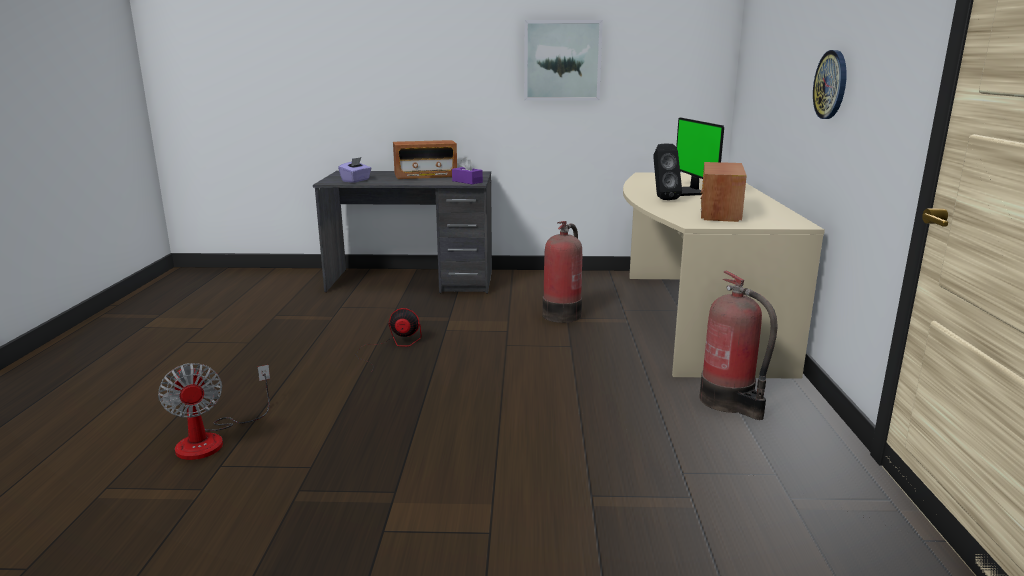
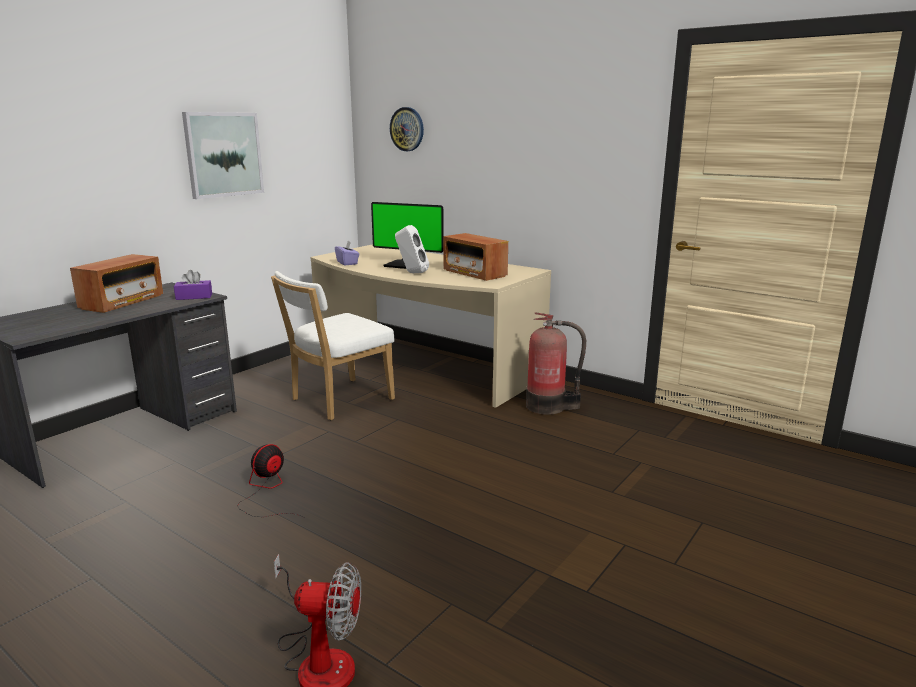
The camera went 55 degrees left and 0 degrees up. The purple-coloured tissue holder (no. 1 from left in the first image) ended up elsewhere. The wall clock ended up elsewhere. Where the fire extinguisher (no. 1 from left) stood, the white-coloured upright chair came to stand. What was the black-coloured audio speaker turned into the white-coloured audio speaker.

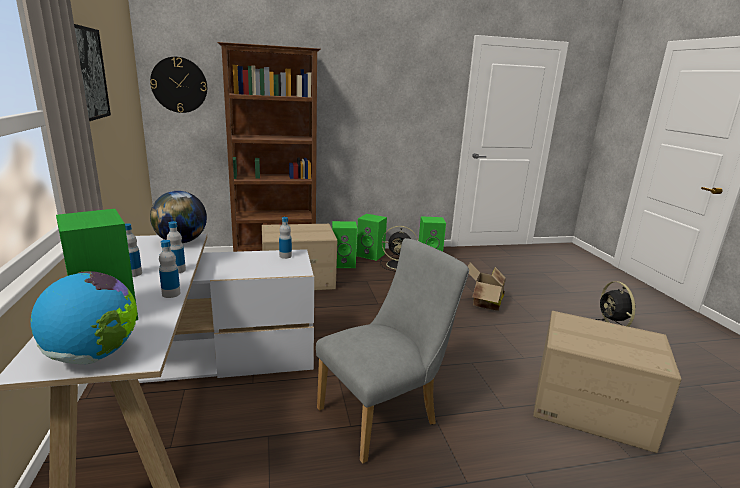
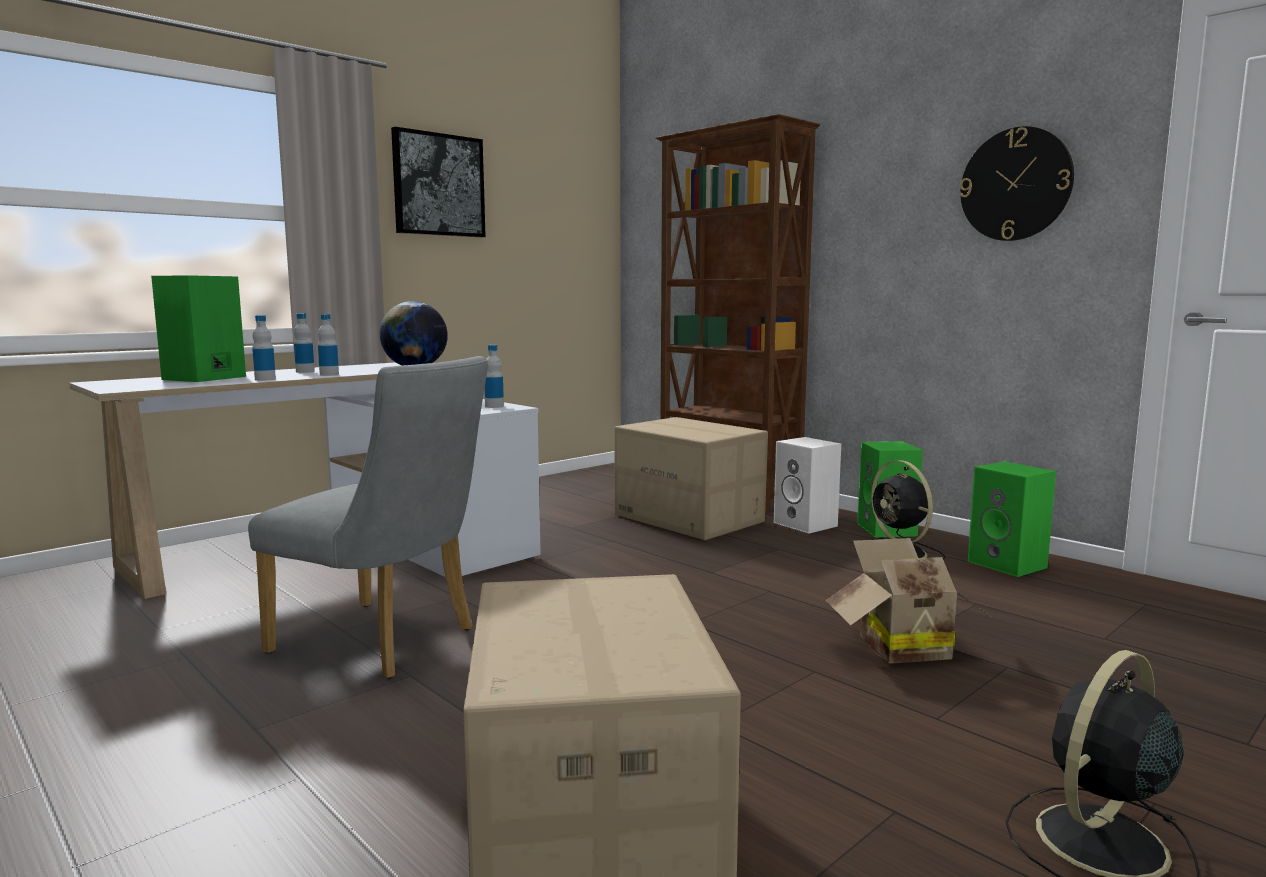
The camera went 60 degrees right and 10 degrees down. The second view lost the desk globe (no. 1 from left). The wall clock ended up elsewhere. What was the greenish audio speaker (no. 2 from left) turned into the white-coloured audio speaker.

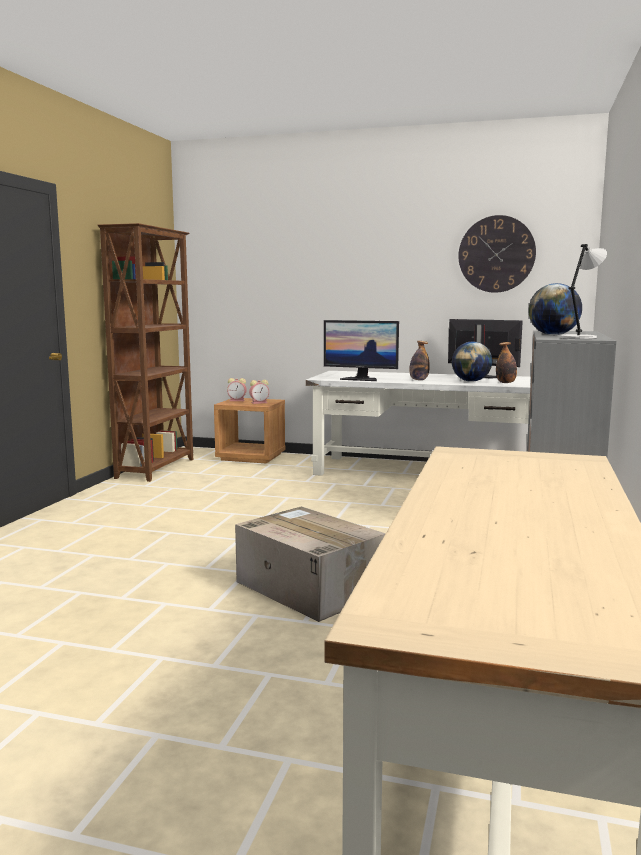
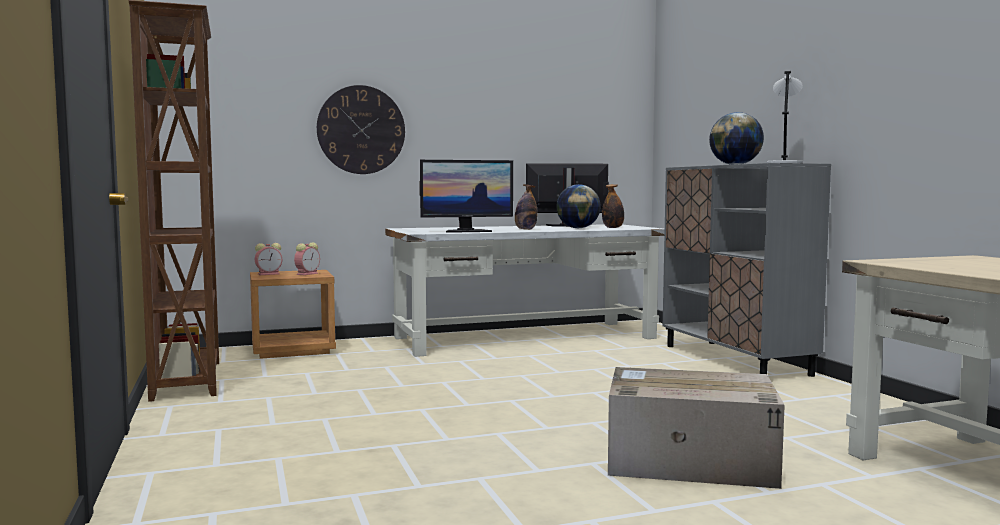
The camera went 35 degrees left and 5 degrees down. The wall clock ended up elsewhere.

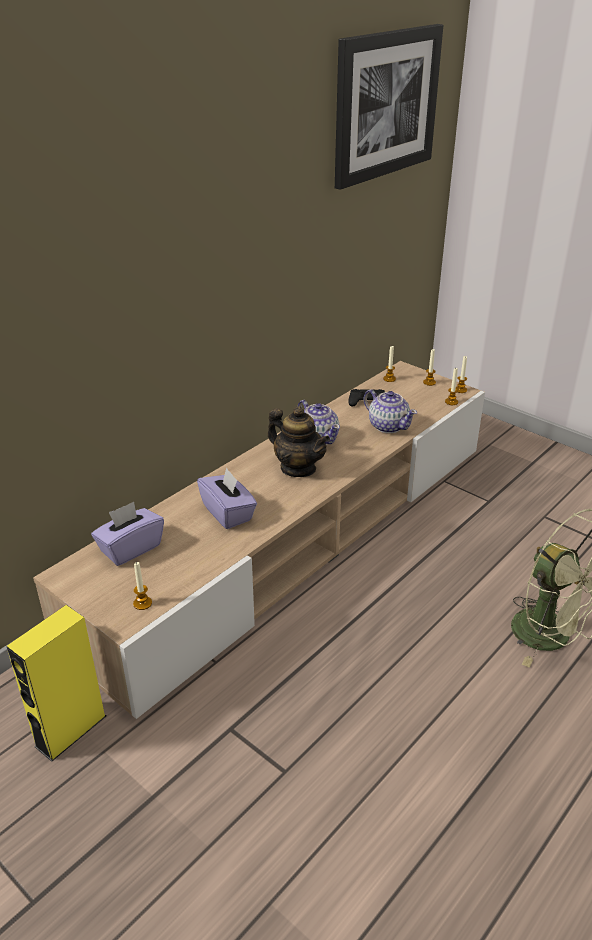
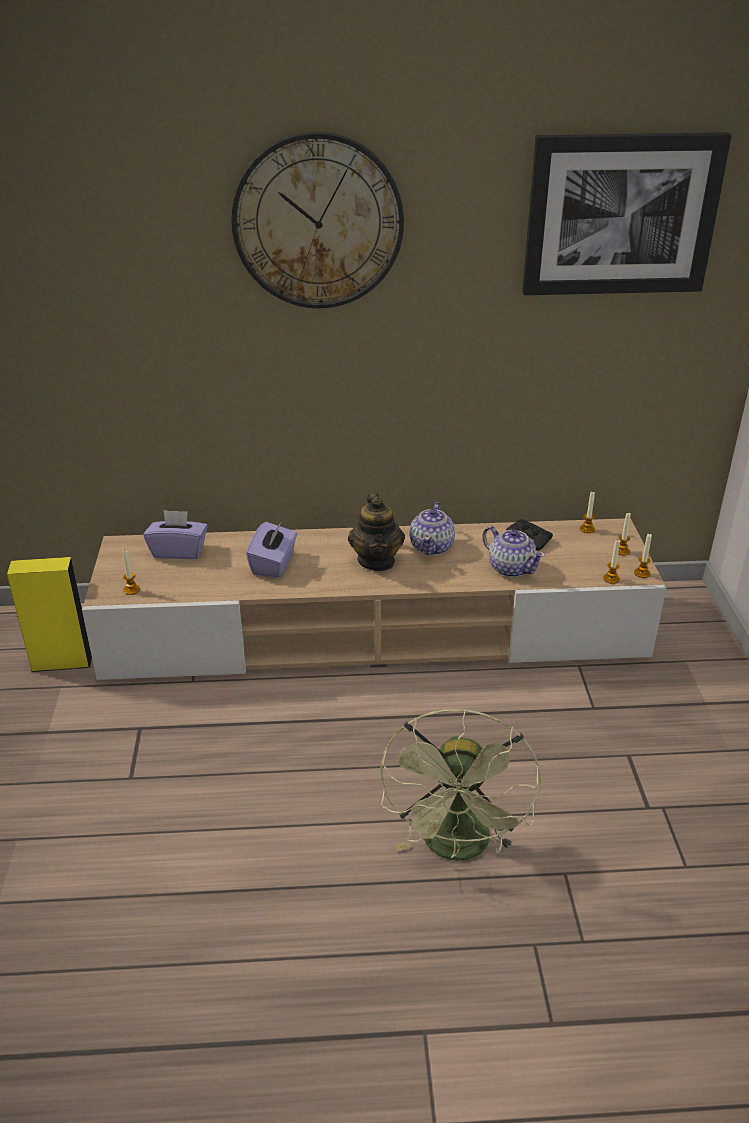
The camera went 45 degrees right and 0 degrees up. The second view gained the wall clock. The tea pot (no. 3 from left) ended up facing another way, 45 degrees counterclockwise from before.

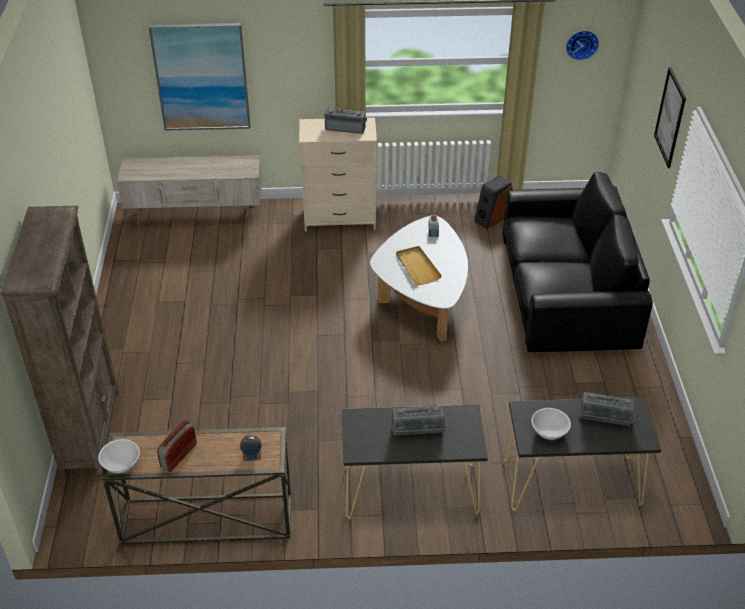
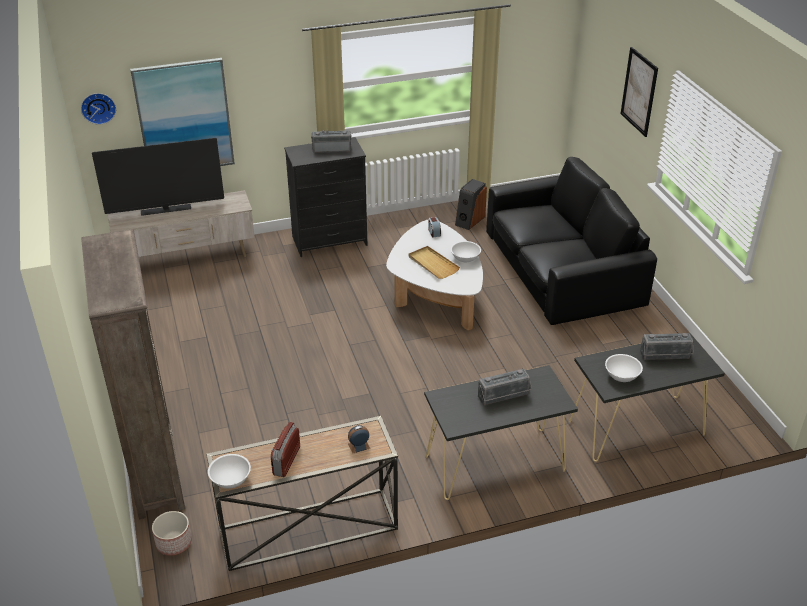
The camera went 15 degrees left and 5 degrees down. The second view gained the TV. The second view gained the plant pot. The second view gained the white-coloured serving bowl (no. 2 from left). The wall clock ended up elsewhere. What was the sand-coloured drawer chest turned into the black-coloured drawer chest.

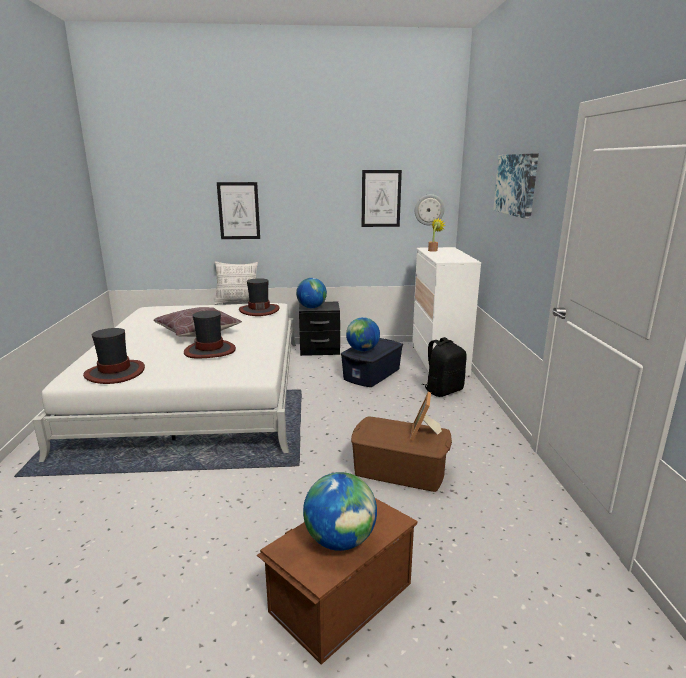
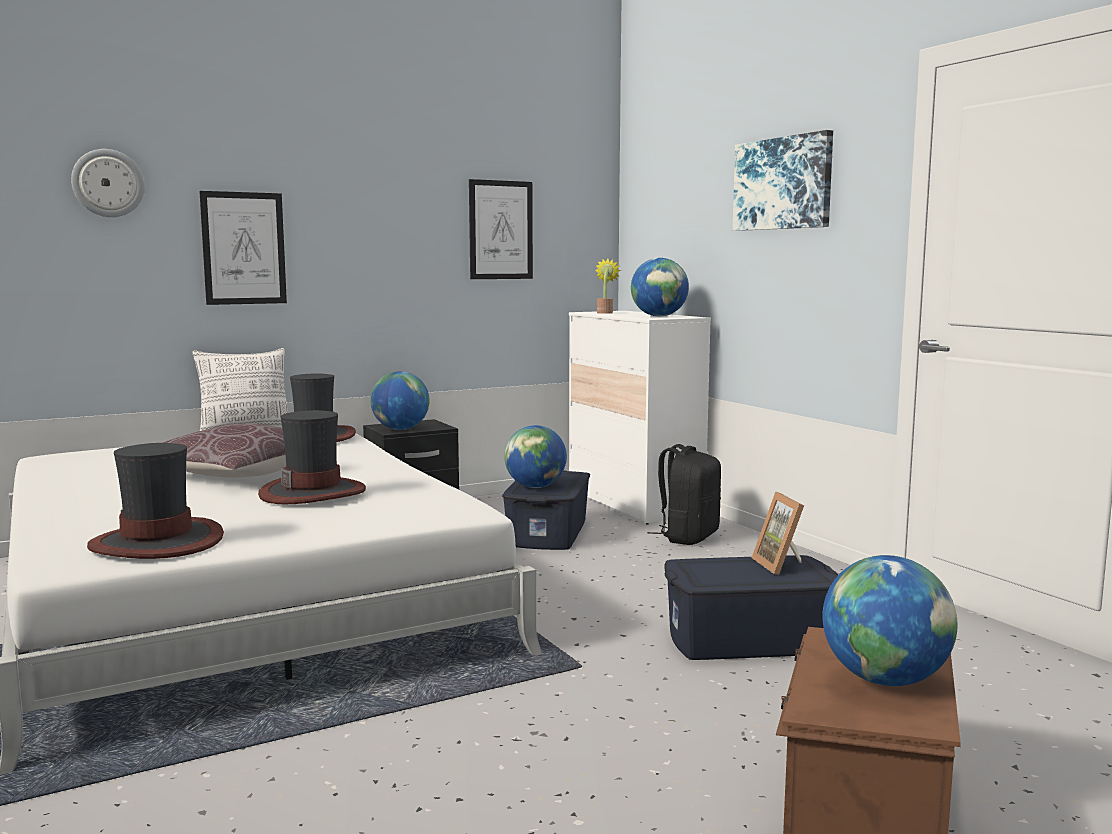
The camera went 25 degrees left and 10 degrees down. The second view gained the desk globe (no. 3 from left). The wall clock ended up elsewhere. What was the brownish storage container (no. 2 from left) turned into the bluish storage container (no. 2 from left).

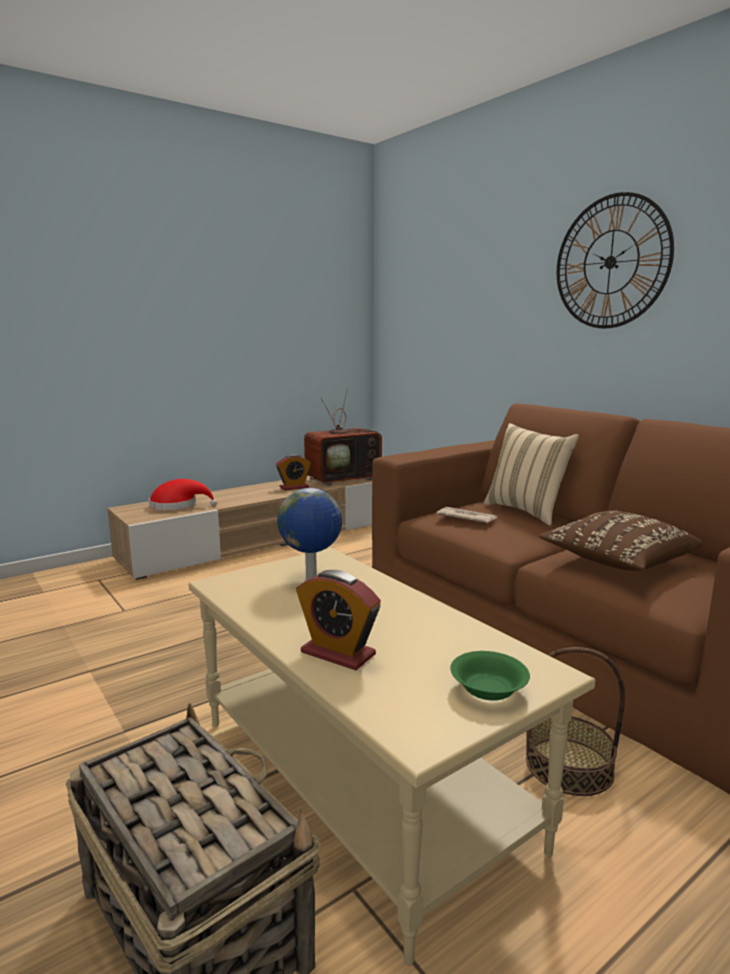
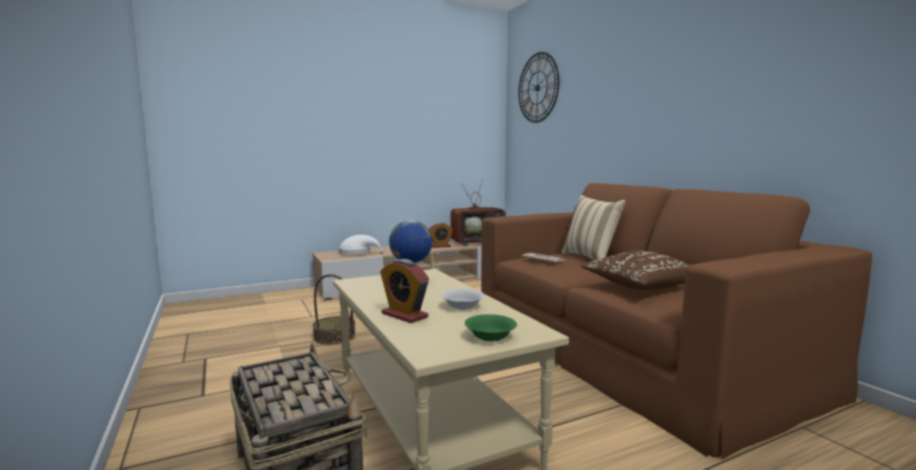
The camera went 10 degrees right and 5 degrees down. The second view gained the white-coloured serving bowl. The storage basket (no. 2 from left) ended up elsewhere. The wall clock ended up elsewhere. What was the red-coloured clothing hat turned into the white-coloured clothing hat.

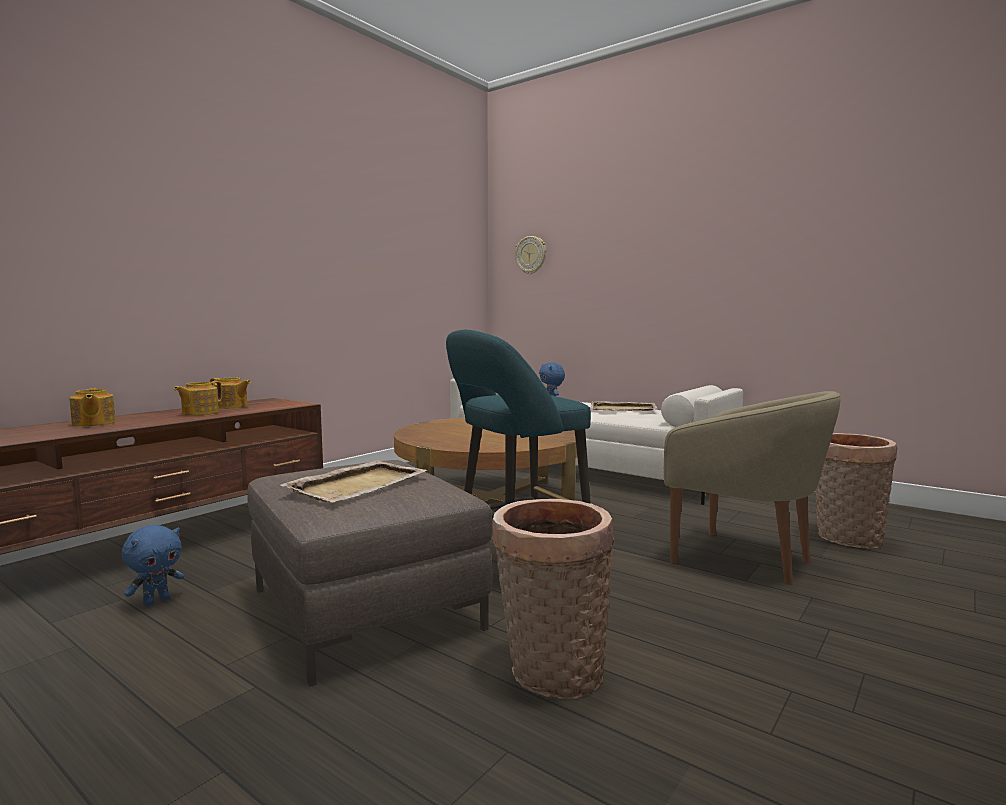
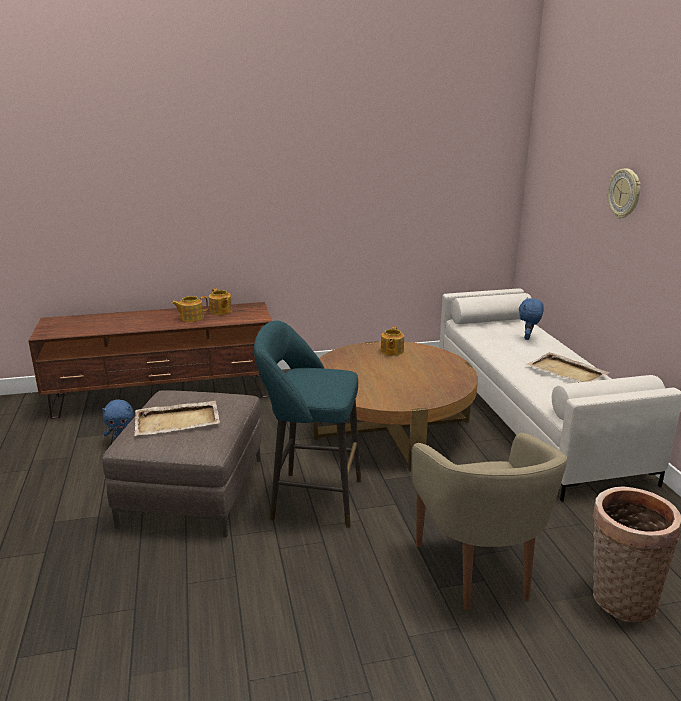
The camera went 40 degrees right and 15 degrees up. The second view lost the storage basket (no. 1 from left). The tea pot (no. 1 from left in the first image) ended up elsewhere. The wall clock ended up elsewhere.

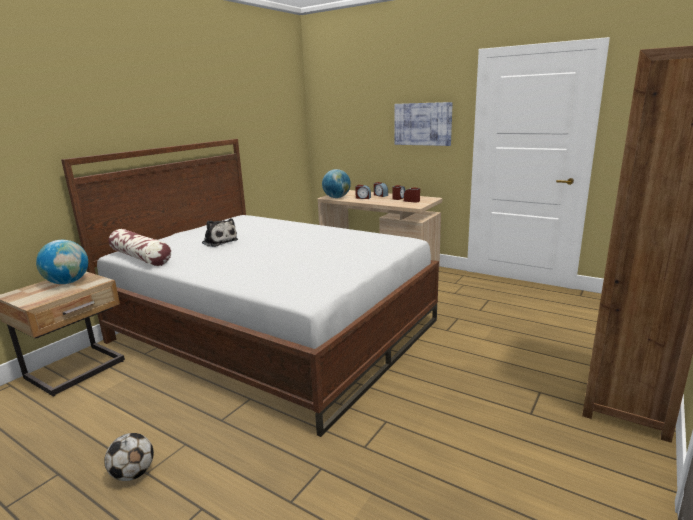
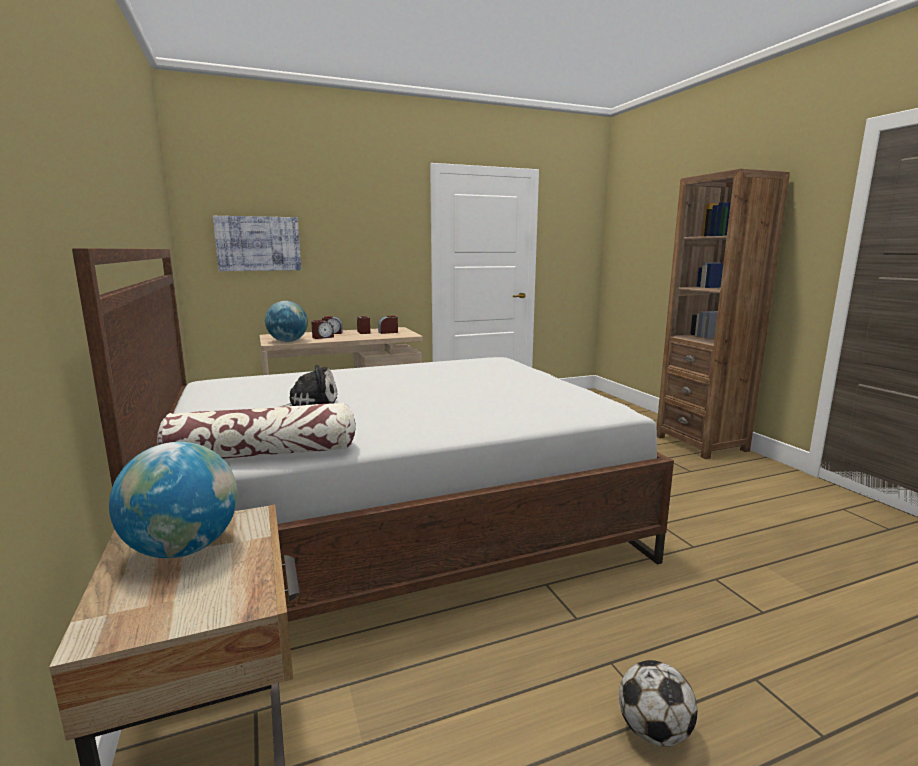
The camera went 55 degrees left and 5 degrees down. The picture ended up elsewhere.

